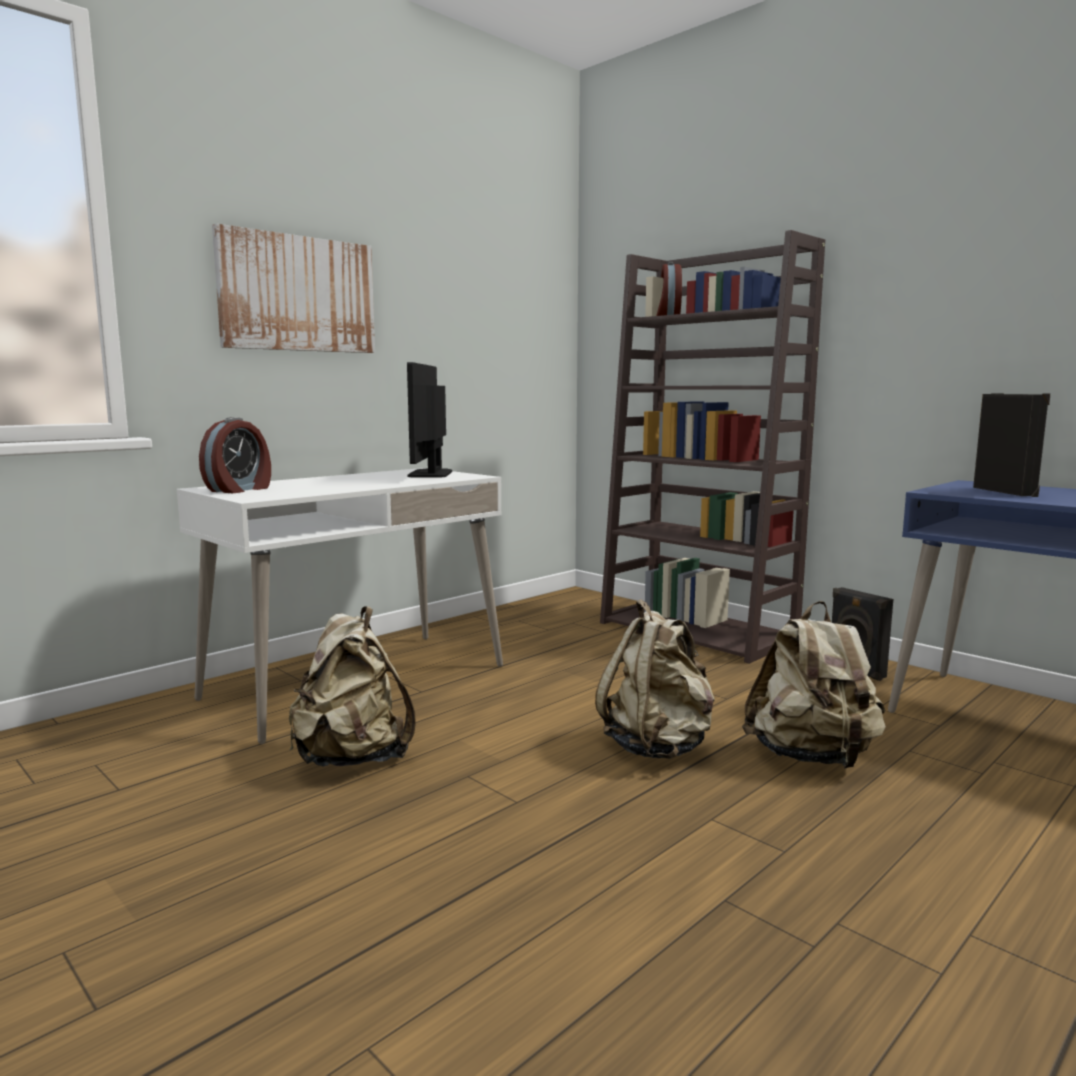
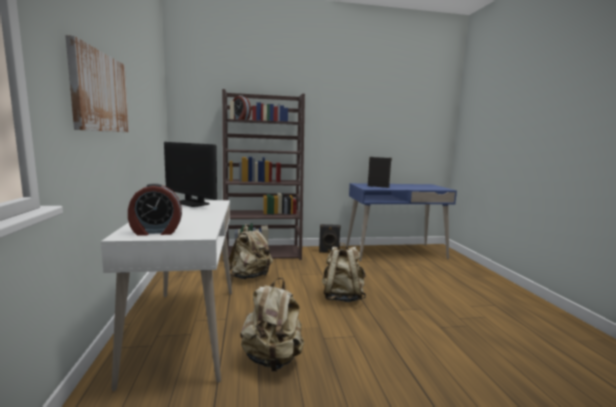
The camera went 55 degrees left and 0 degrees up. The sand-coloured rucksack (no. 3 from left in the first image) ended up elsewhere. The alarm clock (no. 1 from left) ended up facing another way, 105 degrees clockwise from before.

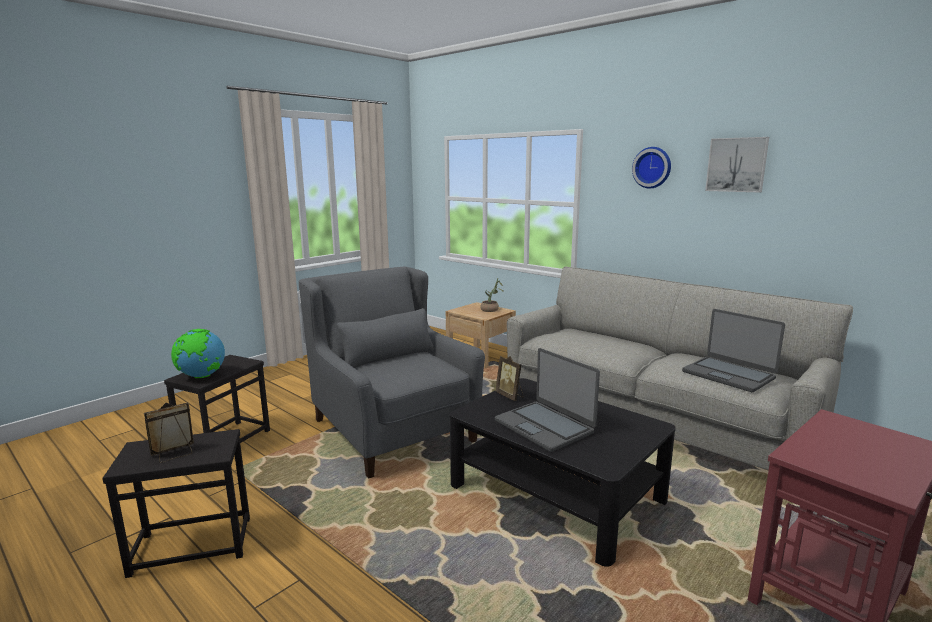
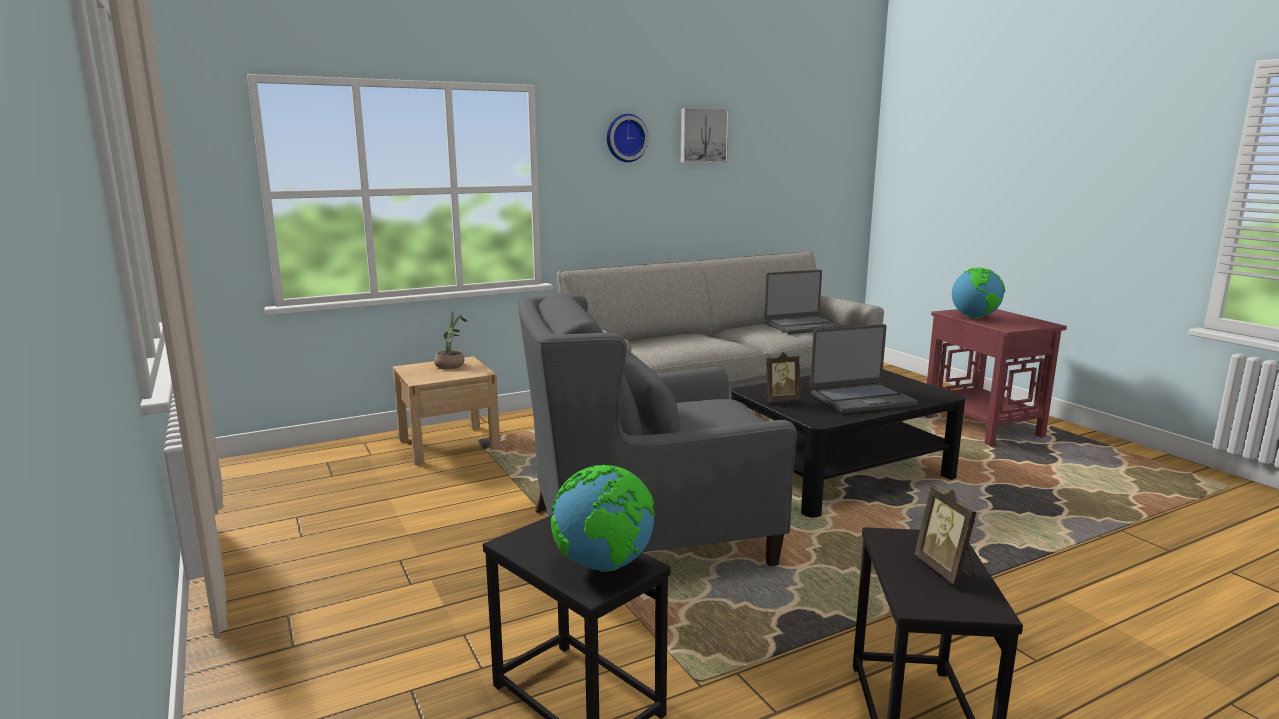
The camera went 70 degrees left and 0 degrees up. The second view gained the desk globe (no. 2 from left).

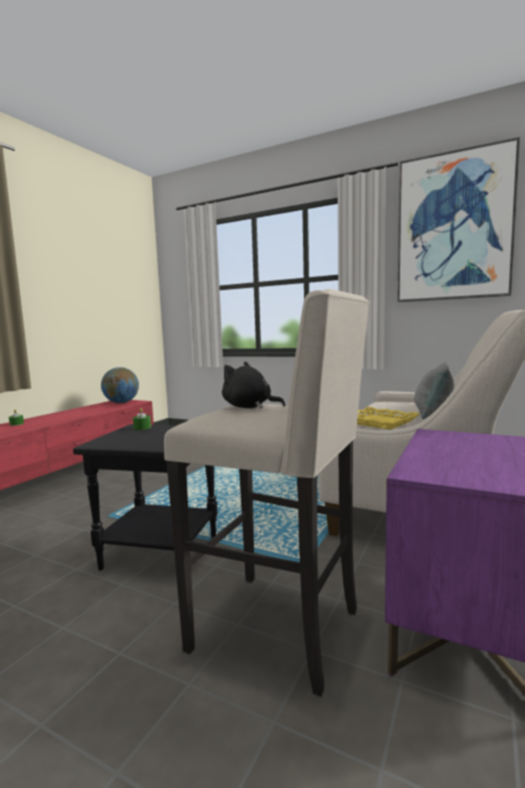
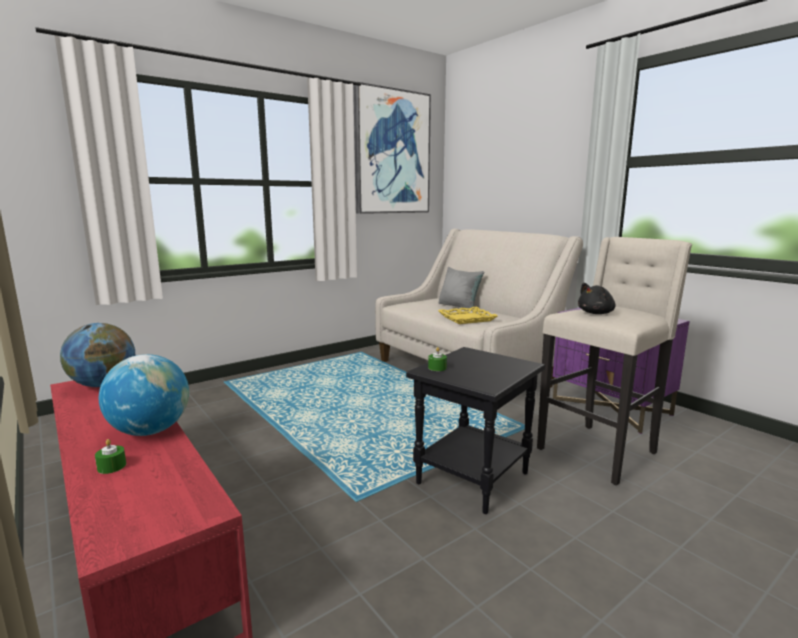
The camera went 65 degrees left and 5 degrees up. The second view gained the desk globe (no. 2 from left).

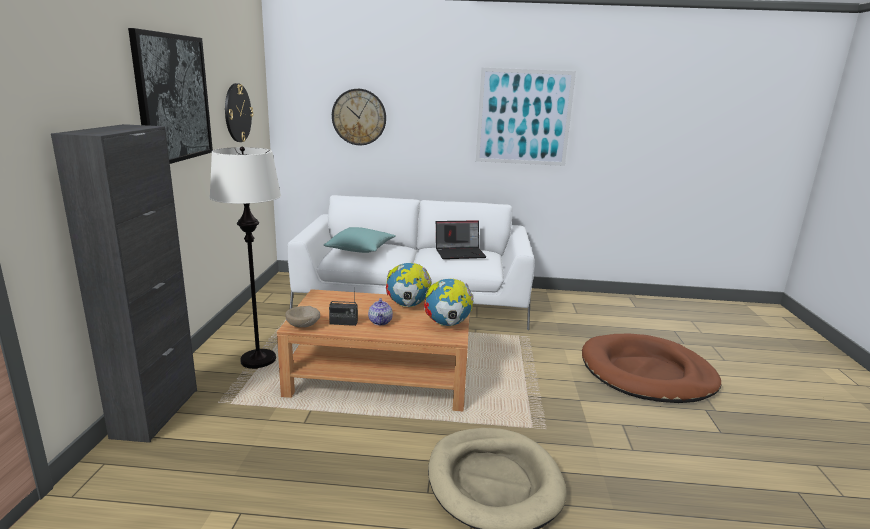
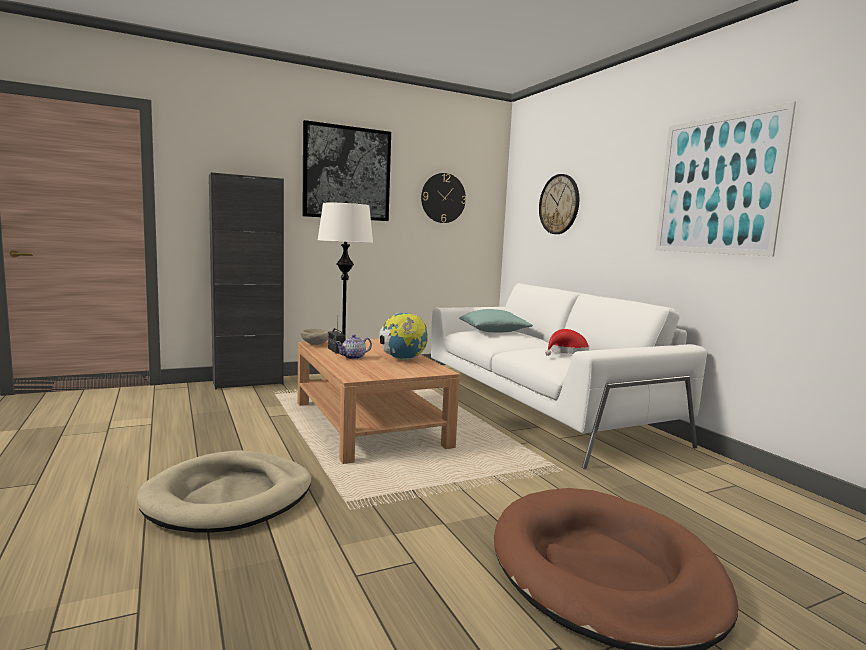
The camera went 60 degrees right and 10 degrees down. The second view lost the desk globe (no. 2 from left). Where the notebook computer stood, the red-coloured clothing hat came to stand.

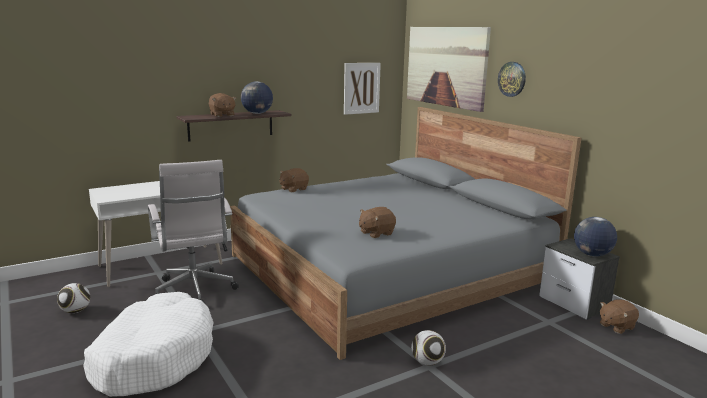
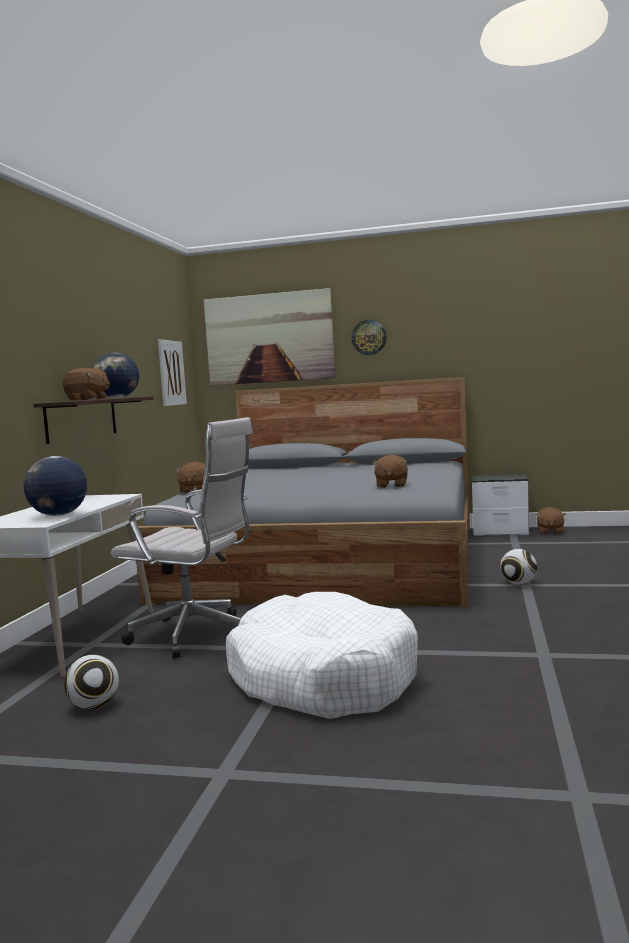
The camera went 45 degrees left and 10 degrees down. The desk globe (no. 2 from left in the first image) ended up elsewhere.

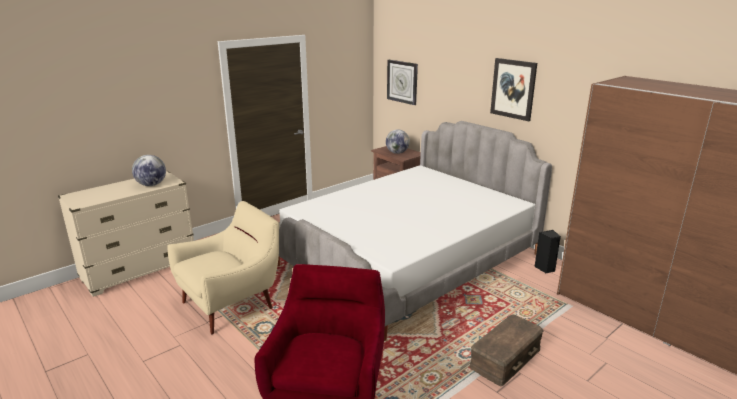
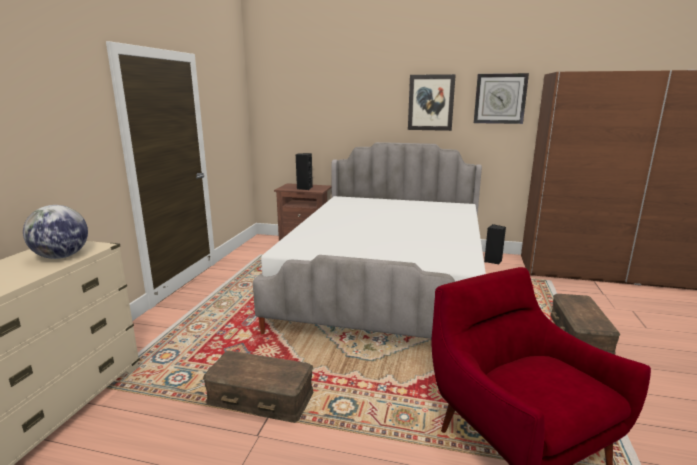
The camera went 35 degrees left and 5 degrees down. The wall clock ended up elsewhere. Where the sand-coloured lounge chair stood, the brownish storage container (no. 1 from left) came to stand. Where the desk globe (no. 2 from left) stood, the black-coloured audio speaker (no. 1 from left) came to stand.

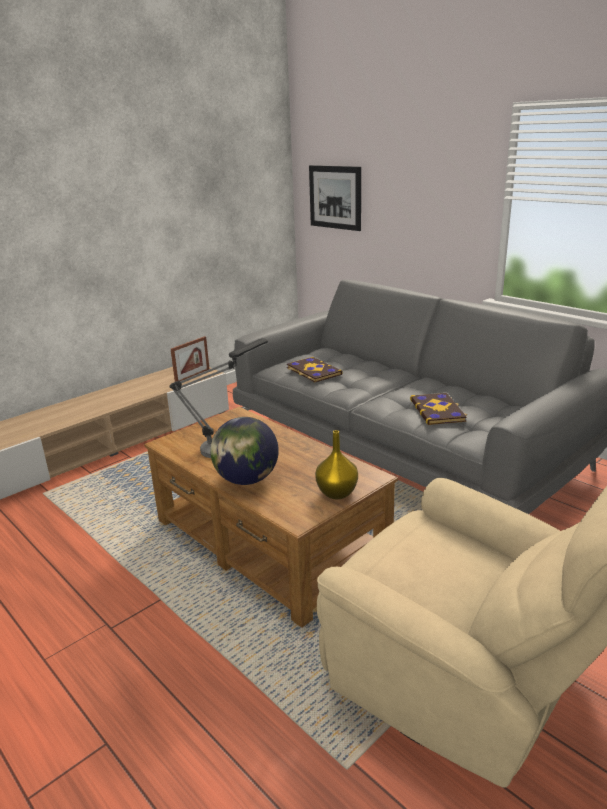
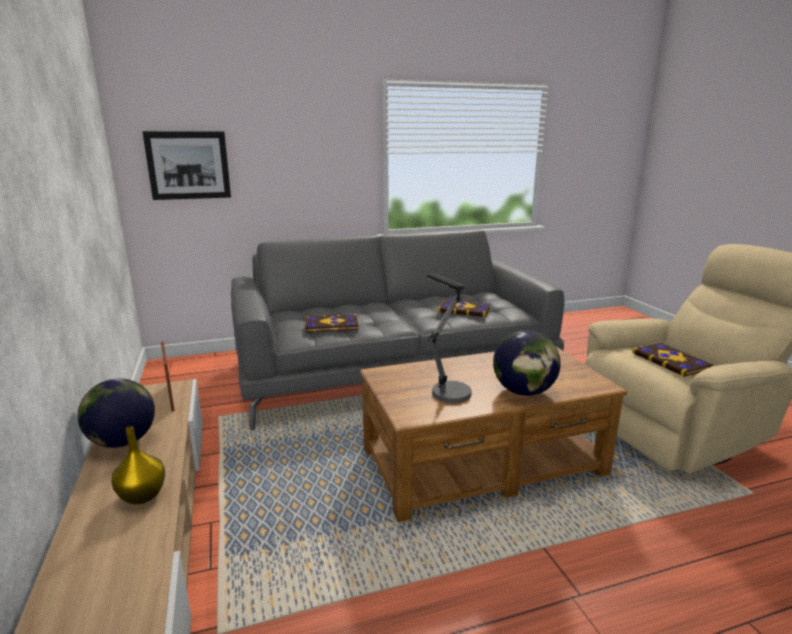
The camera went 65 degrees left and 5 degrees down. The second view gained the desk globe (no. 1 from left). The second view gained the book (no. 3 from left). The yellow decorative vase ended up elsewhere.

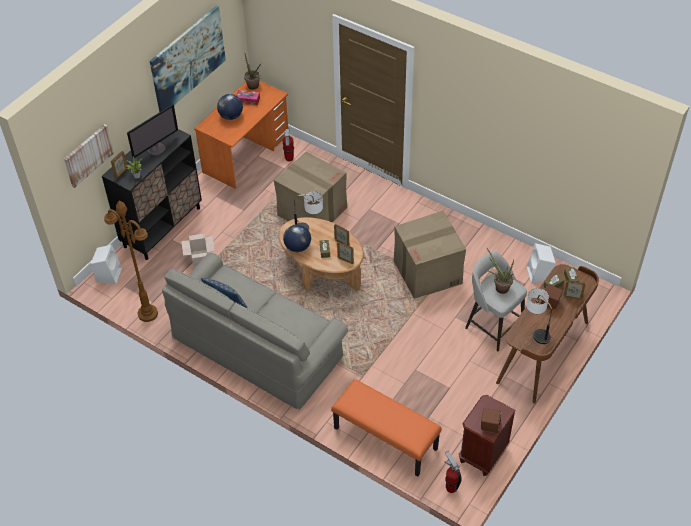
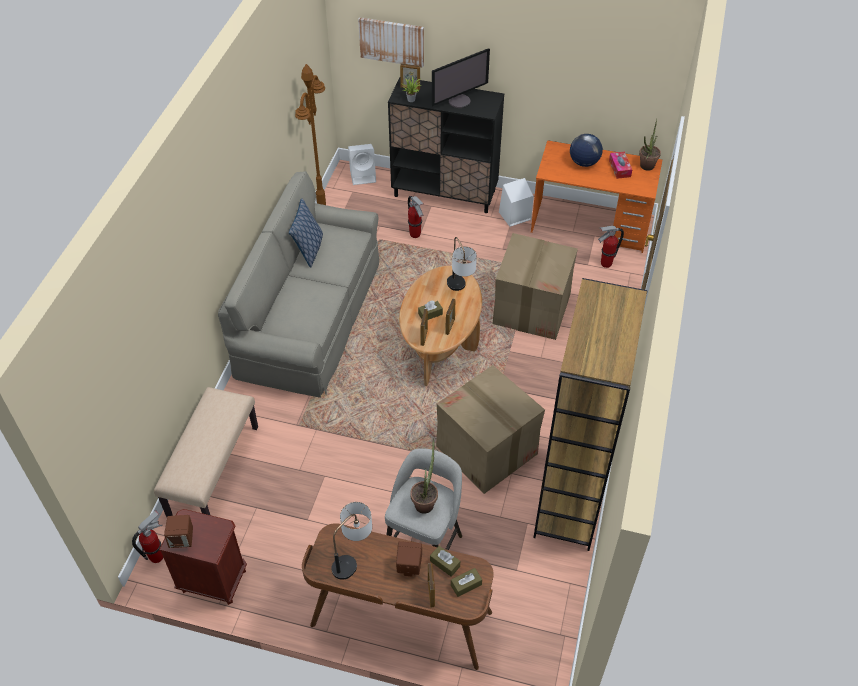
The camera went 70 degrees right and 0 degrees up. The second view lost the picture (no. 2 from left). The second view lost the desk globe (no. 2 from left). The second view gained the brownish shelving unit. The white-coloured audio speaker (no. 2 from left) ended up elsewhere. Where the packing box (no. 1 from left) stood, the fire extinguisher (no. 2 from left) came to stand. What was the orangey long seat turned into the sand-coloured long seat. The monitor ended up facing another way, 60 degrees counterclockwise from before.

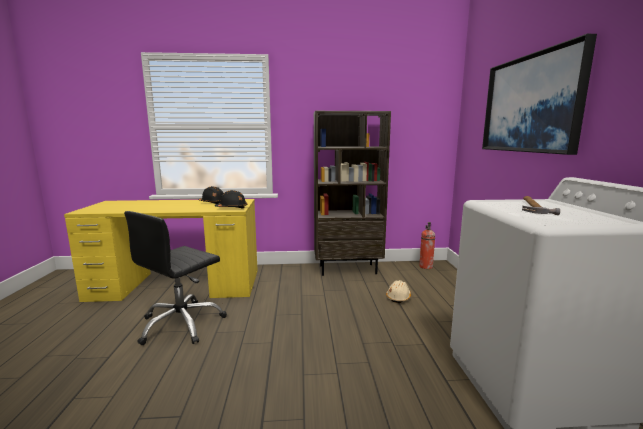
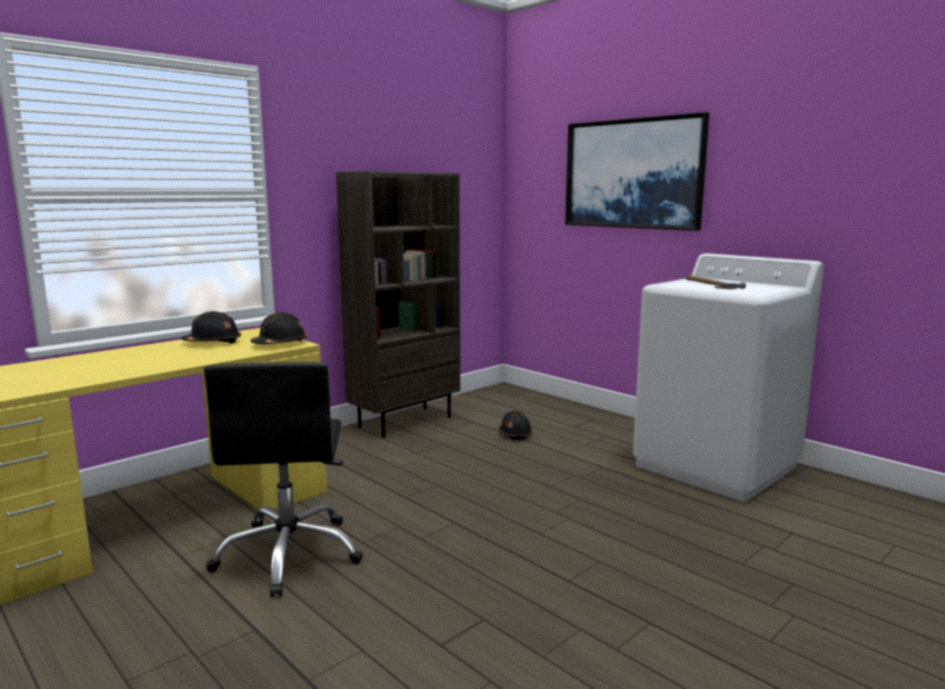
The camera went 40 degrees left and 0 degrees up. The second view lost the fire extinguisher. What was the sand-coloured hard hat turned into the black-coloured hard hat (no. 3 from left).

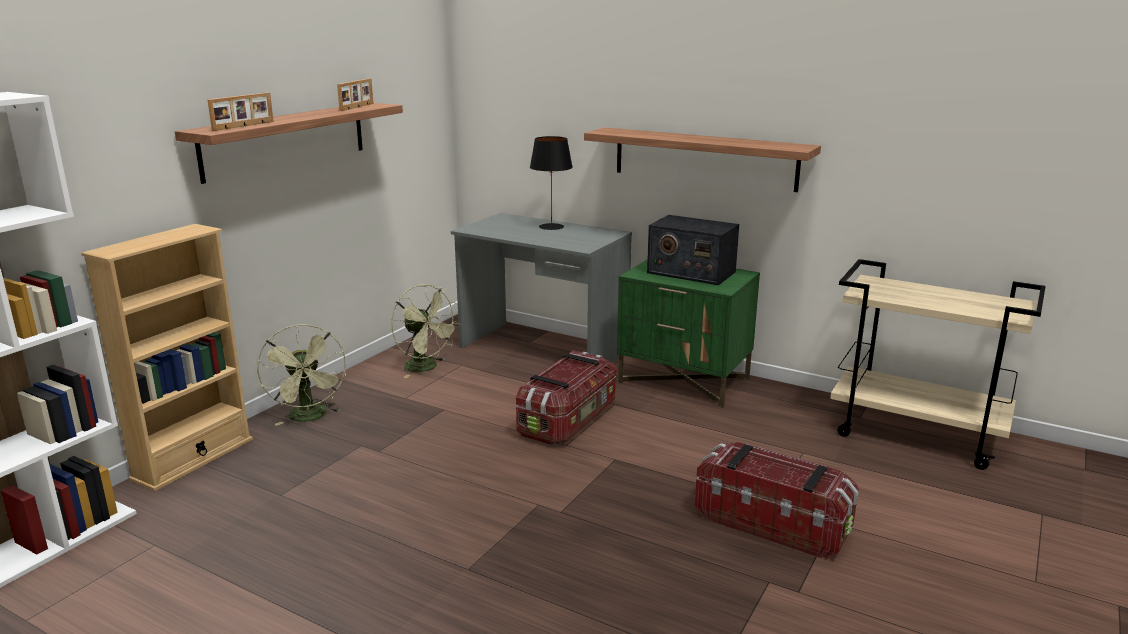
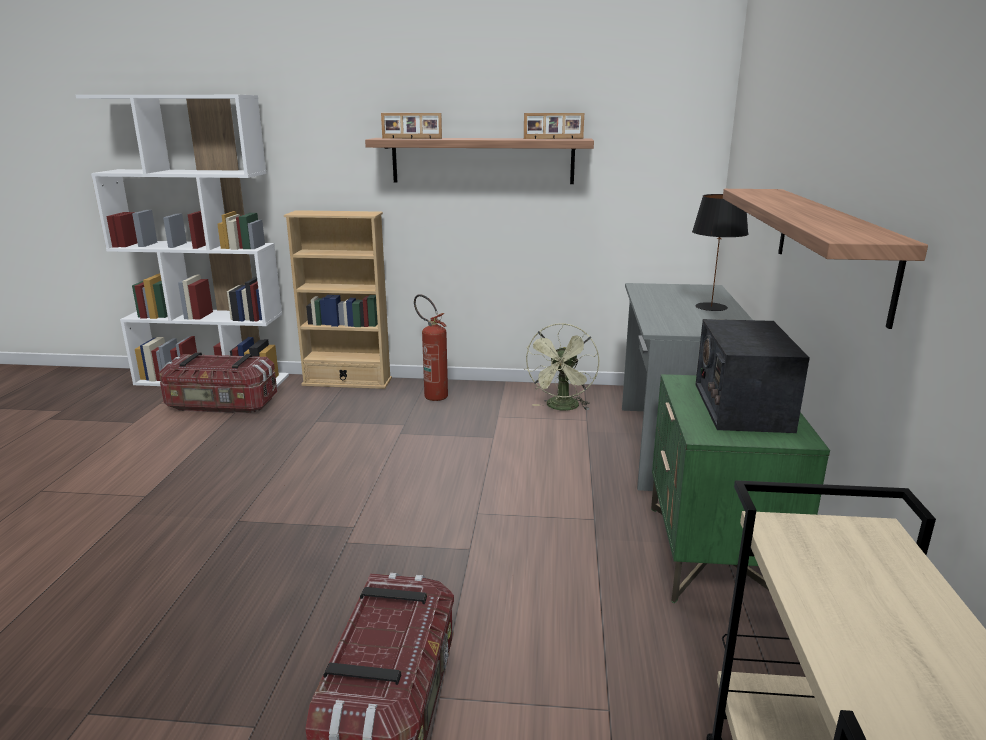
The camera went 65 degrees right and 0 degrees up. The storage container (no. 1 from left) ended up elsewhere. Where the greenish fan (no. 1 from left) stood, the fire extinguisher came to stand.

